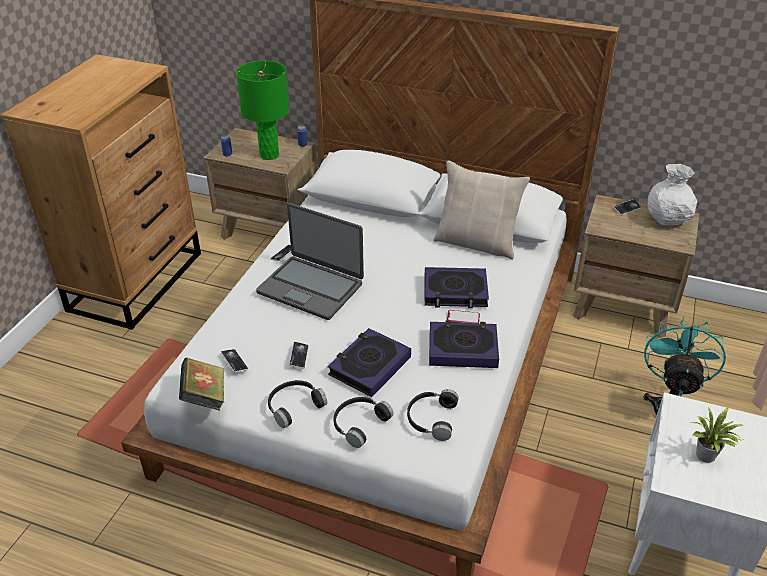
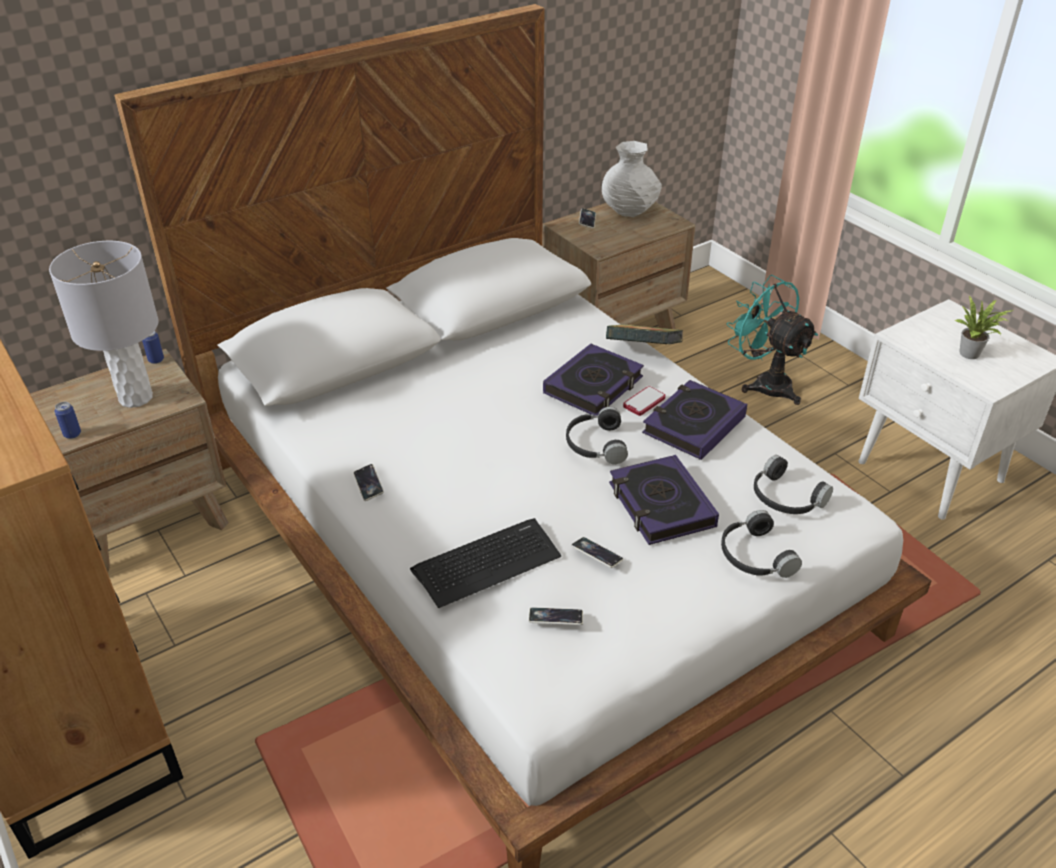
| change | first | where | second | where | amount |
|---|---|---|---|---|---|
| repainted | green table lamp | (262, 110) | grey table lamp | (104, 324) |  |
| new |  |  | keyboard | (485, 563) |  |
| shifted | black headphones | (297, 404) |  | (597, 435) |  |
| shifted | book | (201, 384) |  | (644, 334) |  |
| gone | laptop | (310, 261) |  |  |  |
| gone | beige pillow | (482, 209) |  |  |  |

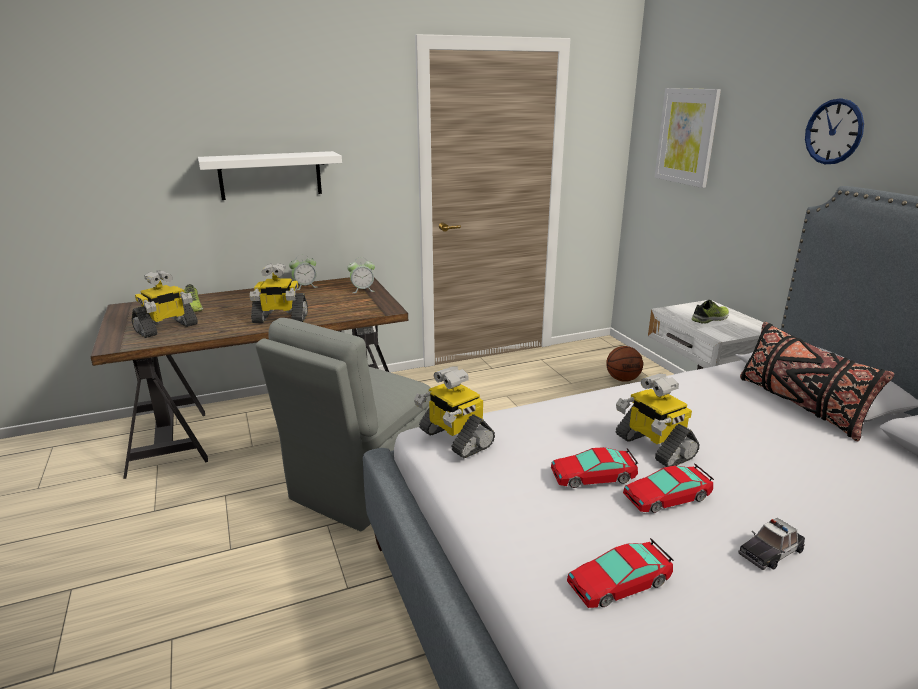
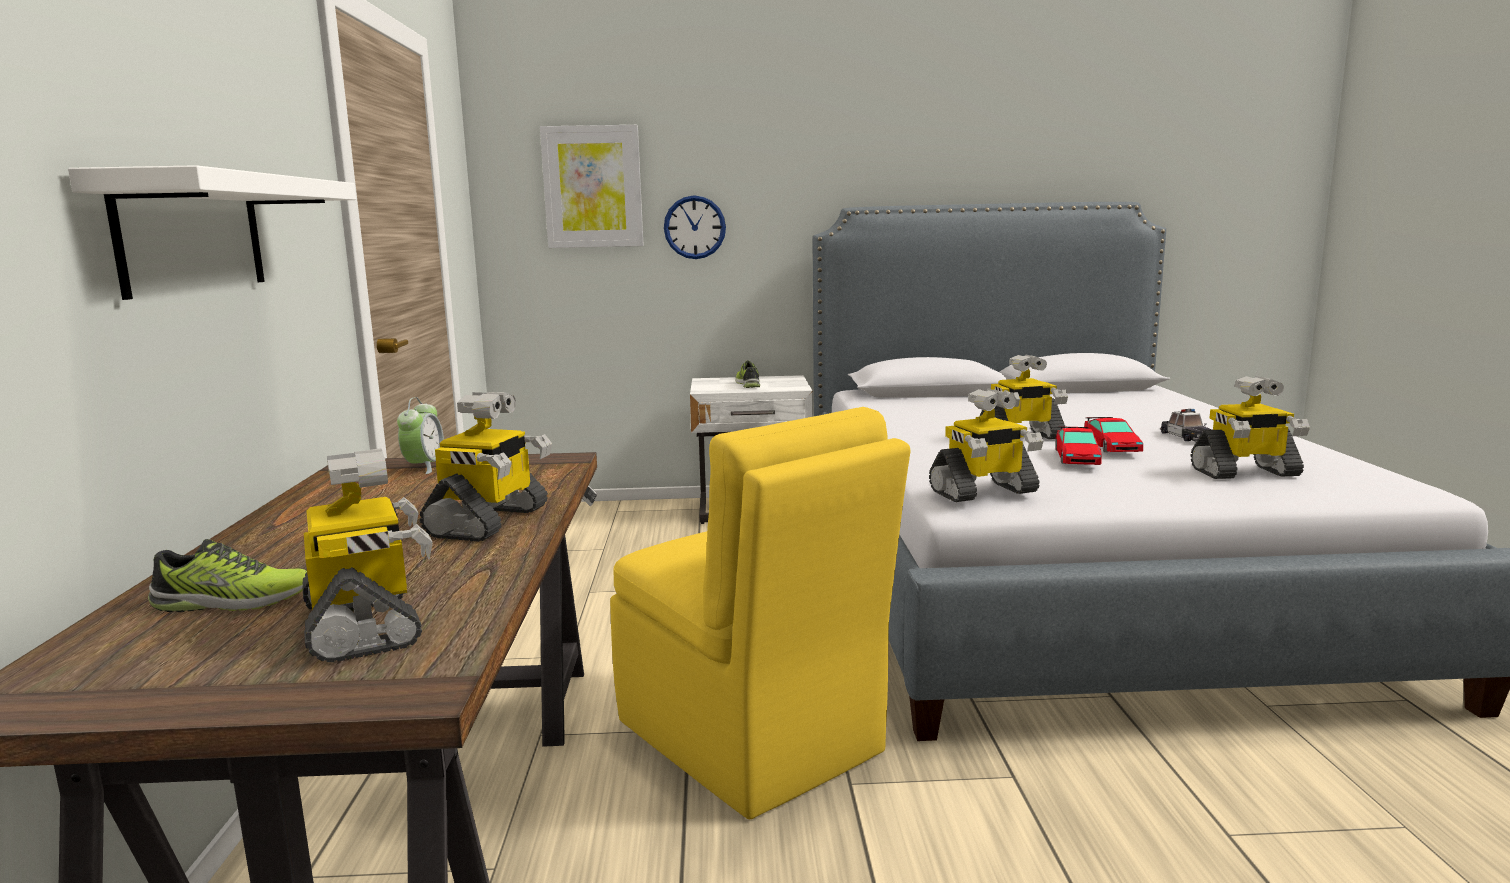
| change | first | where | second | where | amount |
|---|---|---|---|---|---|
| repainted | grey chair | (342, 424) | yellow chair | (760, 613) |  |
| shifted | wall clock | (834, 131) |  | (695, 227) |  |
| swapped | toy car | (620, 573) | toy robot | (1250, 427) |  |
| gone | alarm clock | (302, 272) |  |  |  |
| gone | basketball | (624, 364) |  |  |  |
| gone | black pillow | (817, 381) |  |  |  |

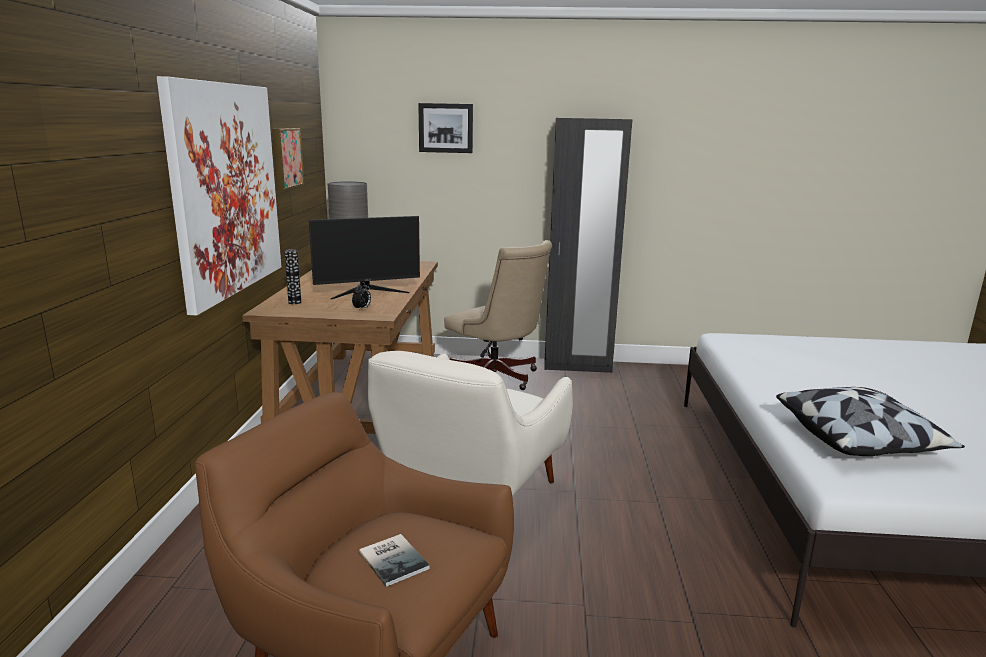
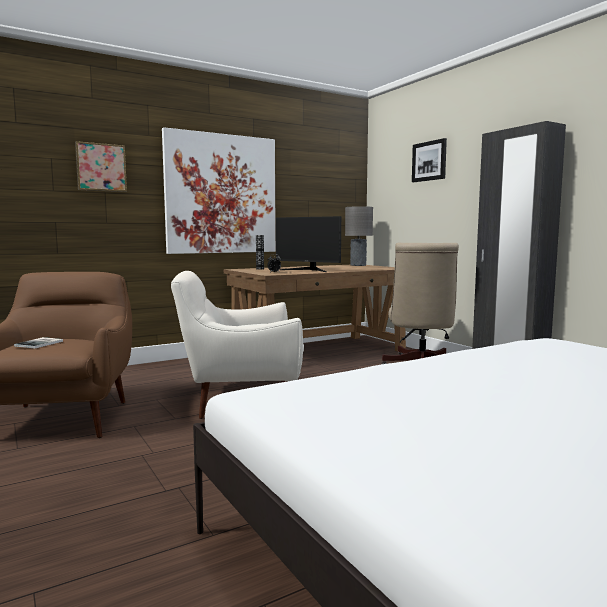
| change | first | where | second | where | amount |
|---|---|---|---|---|---|
| shifted | picture | (288, 159) |  | (101, 166) |  |
| gone | pillow | (870, 421) |  |  |  |

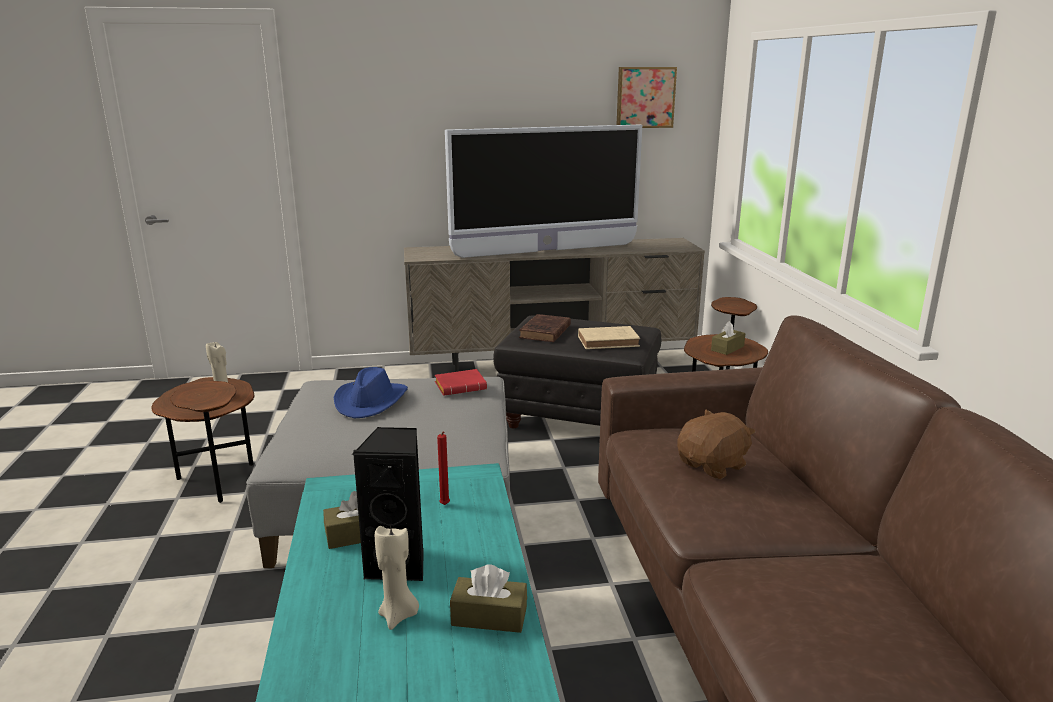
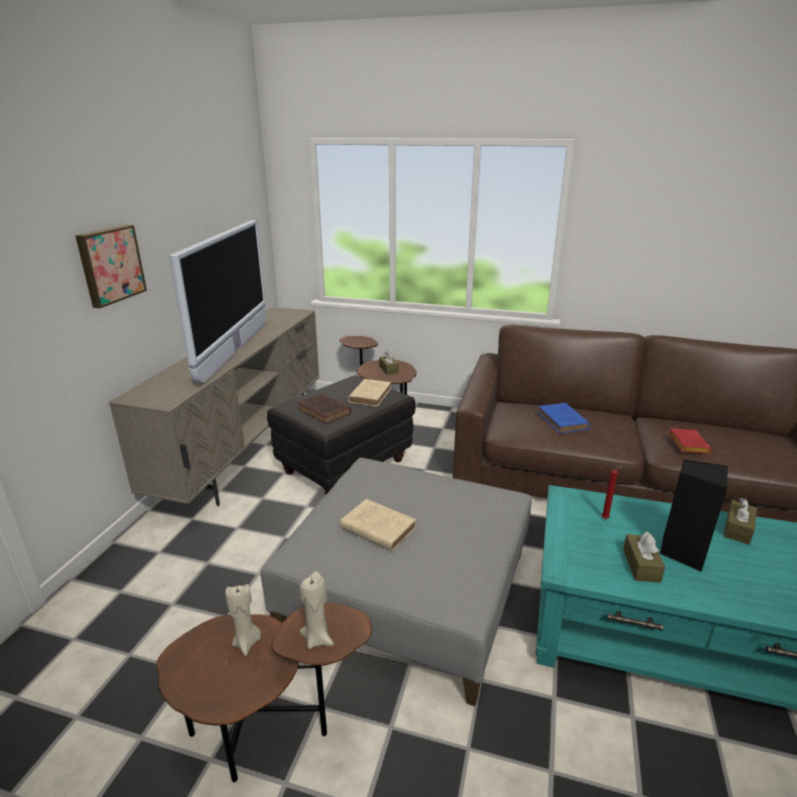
| change | first | where | second | where | amount |
|---|---|---|---|---|---|
| shifted | picture | (647, 97) |  | (111, 266) |  |
| shifted | beige candle | (397, 578) |  | (317, 610) |  |
| swapped | blue hat | (371, 392) | beige book | (378, 525) |  |
| swapped | brown plush toy | (716, 445) | blue book | (564, 418) |  |
| shifted | red book | (461, 382) |  | (690, 441) |  |

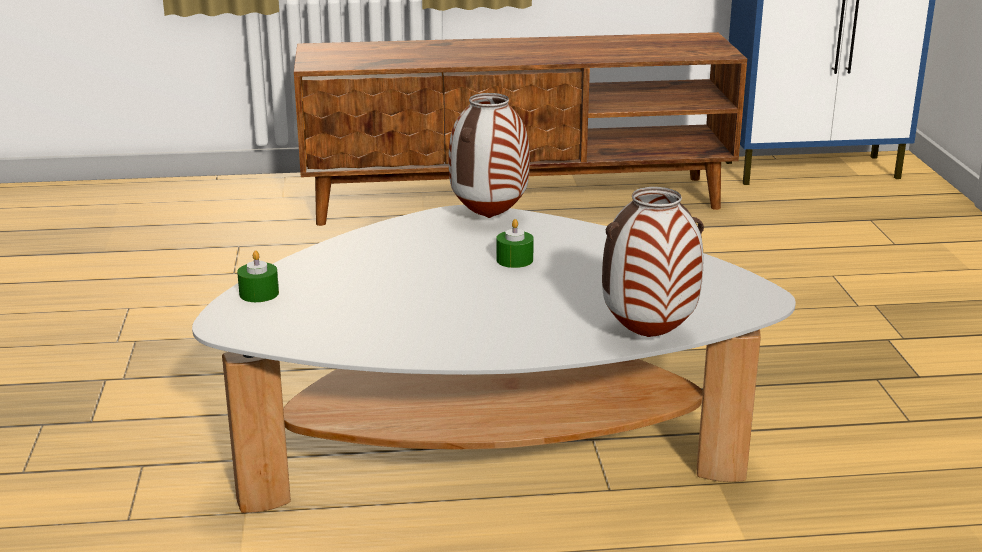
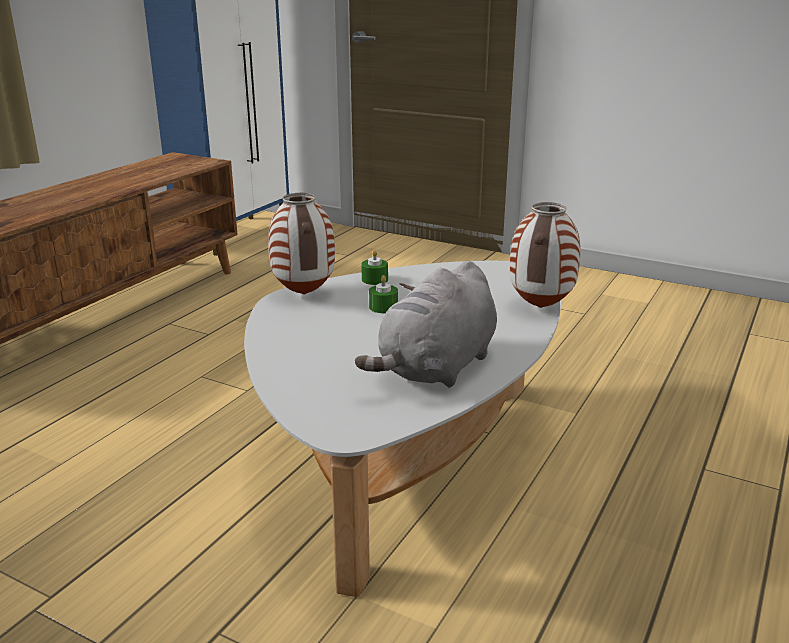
| change | first | where | second | where | amount |
|---|---|---|---|---|---|
| new |  |  | grey plush toy | (426, 324) |  |
| shifted | green candle | (258, 276) |  | (374, 267) |  |

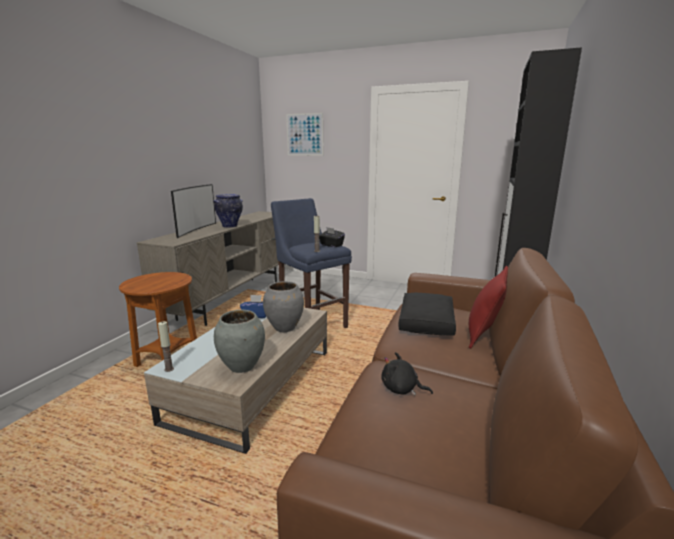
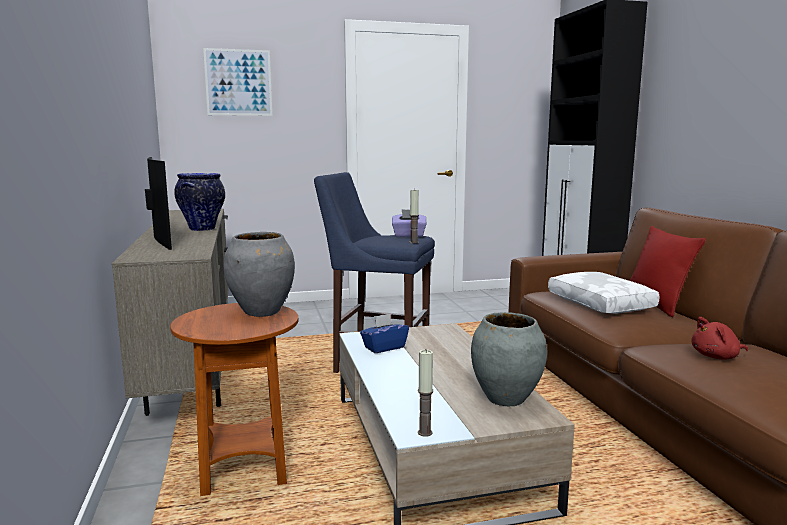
| change | first | where | second | where | amount |
|---|---|---|---|---|---|
| shifted | grey vase | (283, 306) |  | (259, 274) |  |
| repainted | black tissue box | (332, 237) | purple tissue box | (409, 223) |  |
| repainted | black pillow | (427, 314) | white pillow | (604, 293) |  |
| repainted | black plush toy | (407, 374) | red plush toy | (720, 338) |  |

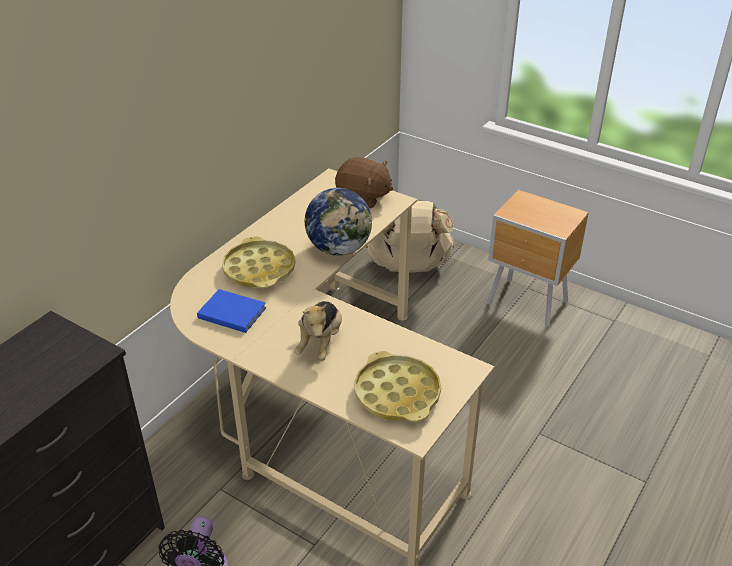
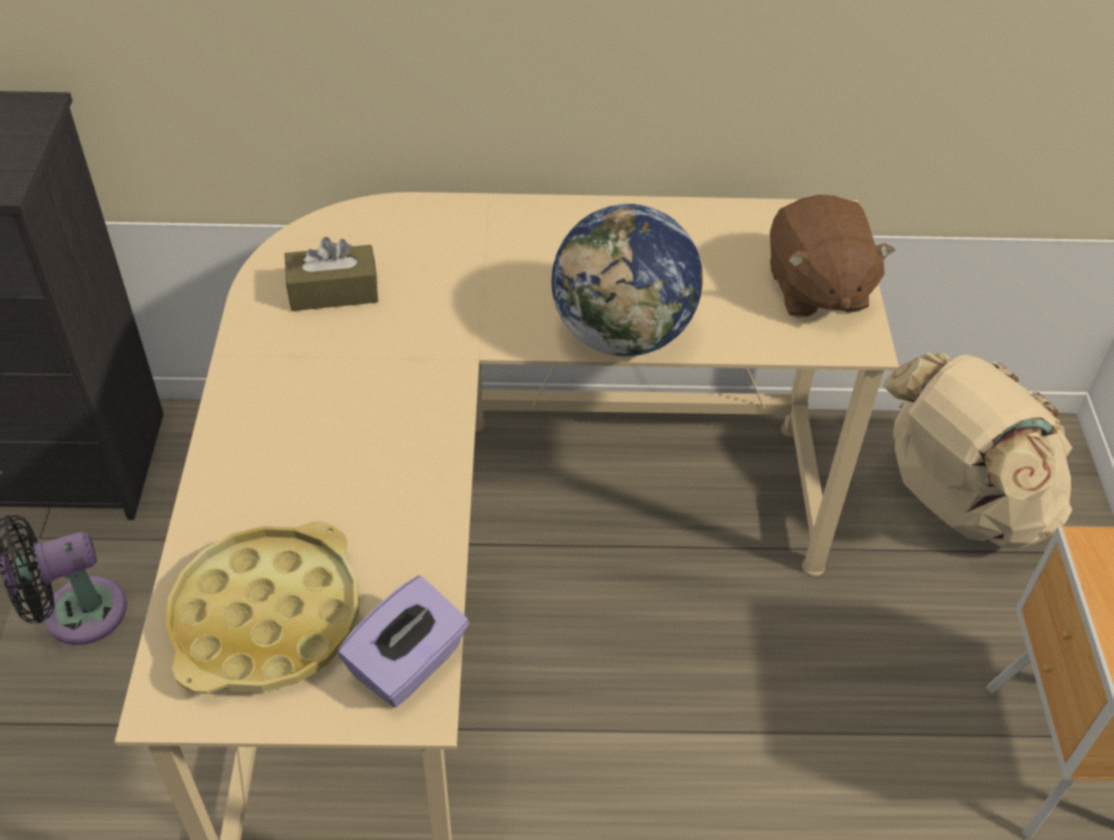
| change | first | where | second | where | amount |
|---|---|---|---|---|---|
| swapped | blue book | (231, 311) | brown tissue box | (331, 274) |  |
| new |  |  | purple tissue box | (403, 641) |  |
| gone | yellow tray | (258, 262) |  |  |  |
| gone | plush toy | (318, 331) |  |  |  |

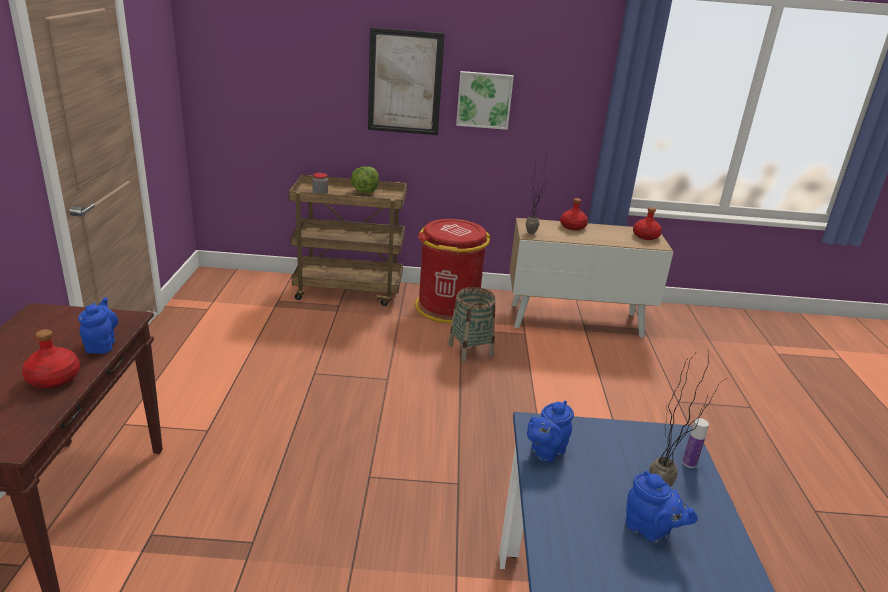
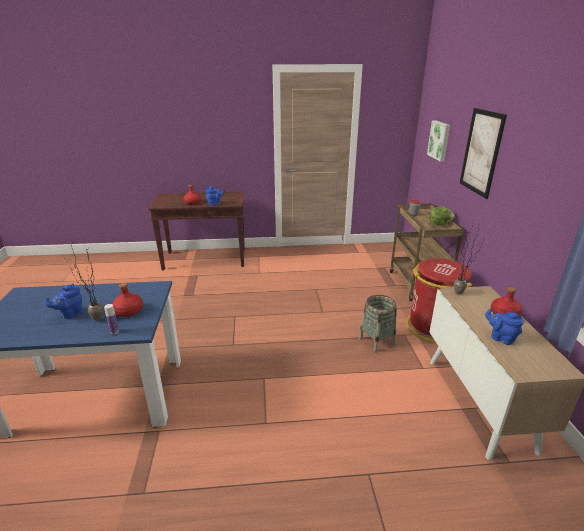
| change | first | where | second | where | amount |
|---|---|---|---|---|---|
| shifted | red bottle | (647, 223) |  | (127, 300) |  |
| shifted | picture | (485, 100) |  | (438, 141) |  |
| shifted | blue teapot | (550, 431) |  | (504, 326) |  |

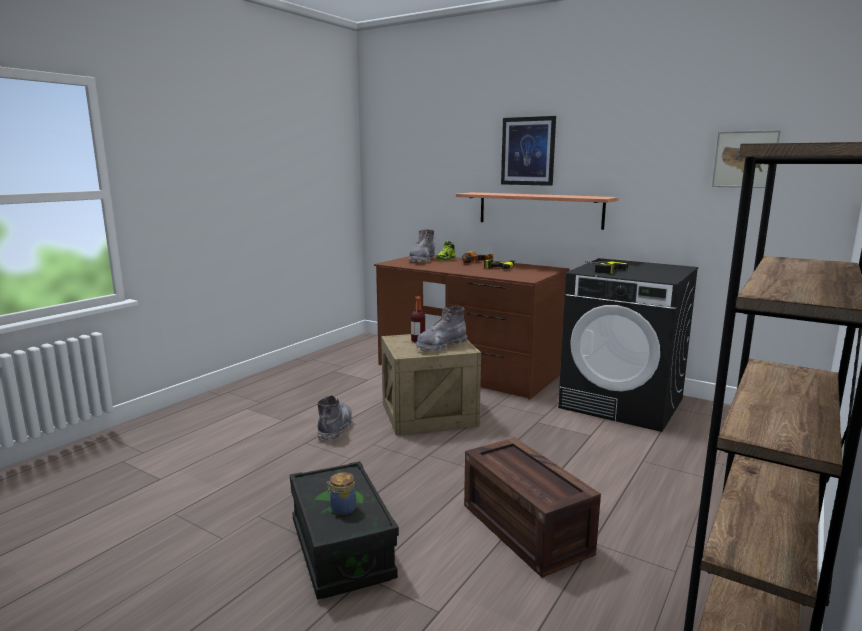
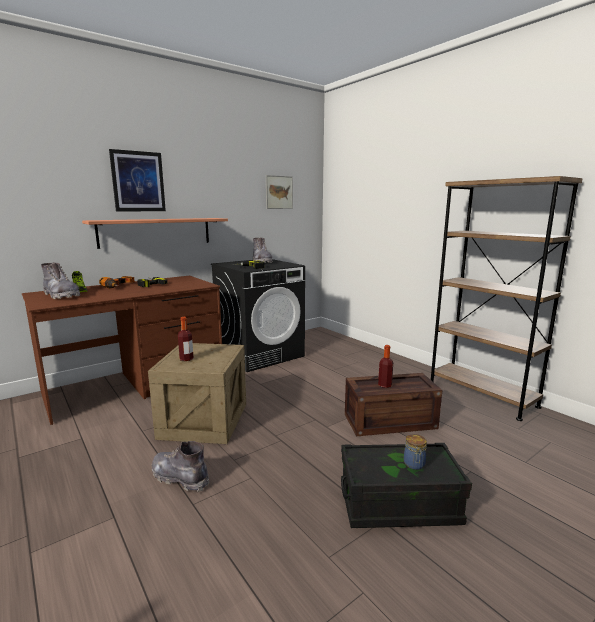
| change | first | where | second | where | amount |
|---|---|---|---|---|---|
| shifted | grey boot | (441, 329) |  | (262, 250) |  |
| new |  |  | bottle | (385, 366) |  |

